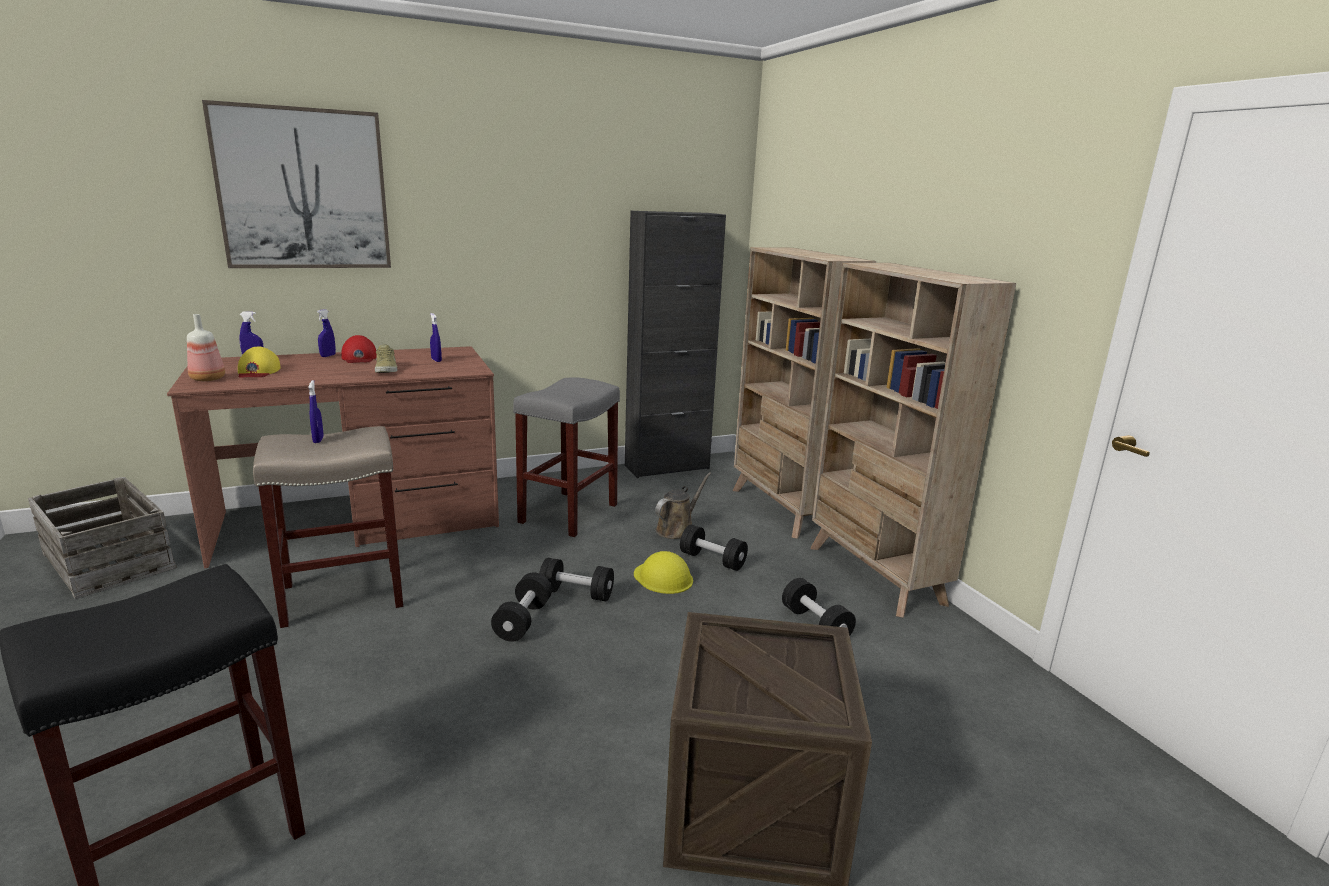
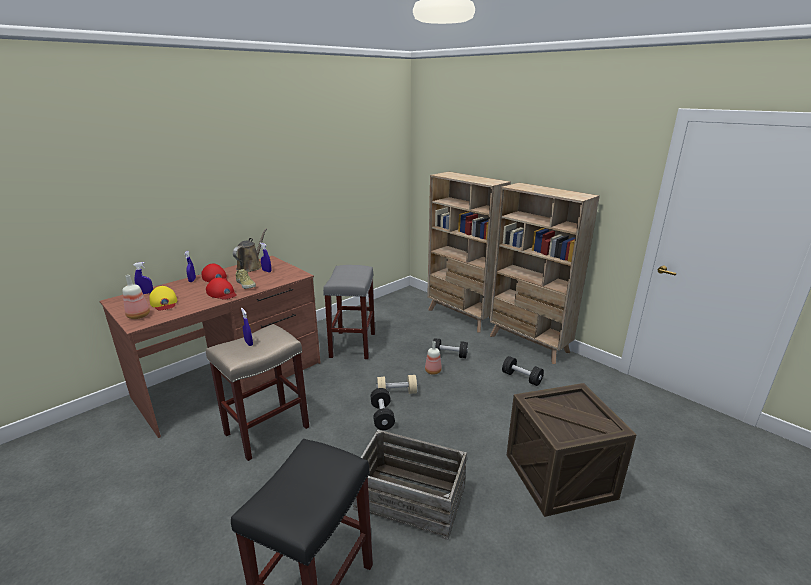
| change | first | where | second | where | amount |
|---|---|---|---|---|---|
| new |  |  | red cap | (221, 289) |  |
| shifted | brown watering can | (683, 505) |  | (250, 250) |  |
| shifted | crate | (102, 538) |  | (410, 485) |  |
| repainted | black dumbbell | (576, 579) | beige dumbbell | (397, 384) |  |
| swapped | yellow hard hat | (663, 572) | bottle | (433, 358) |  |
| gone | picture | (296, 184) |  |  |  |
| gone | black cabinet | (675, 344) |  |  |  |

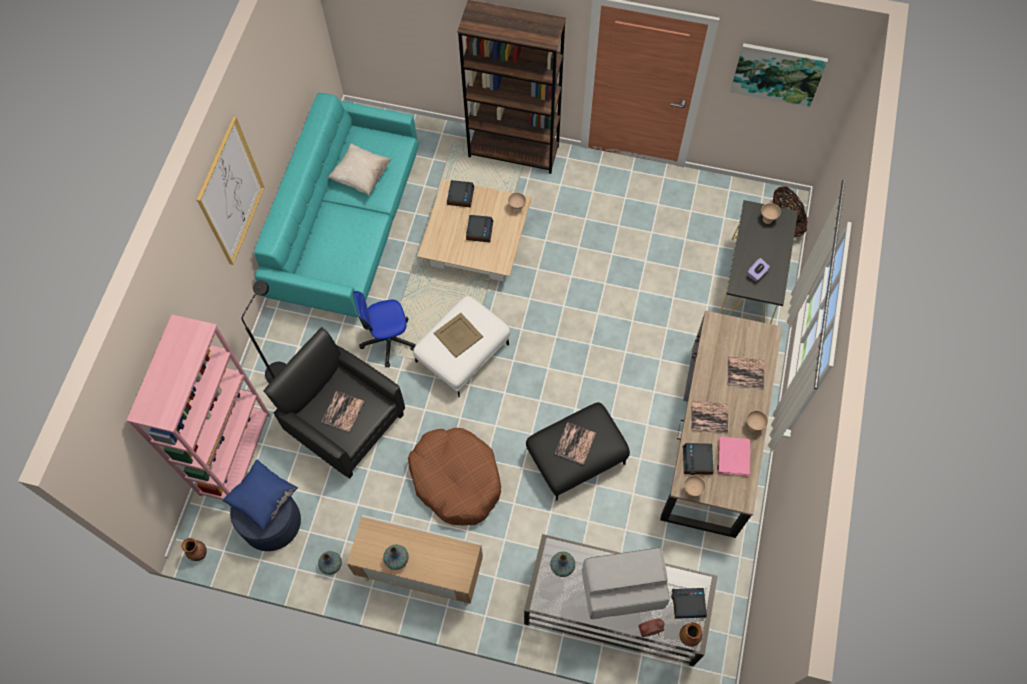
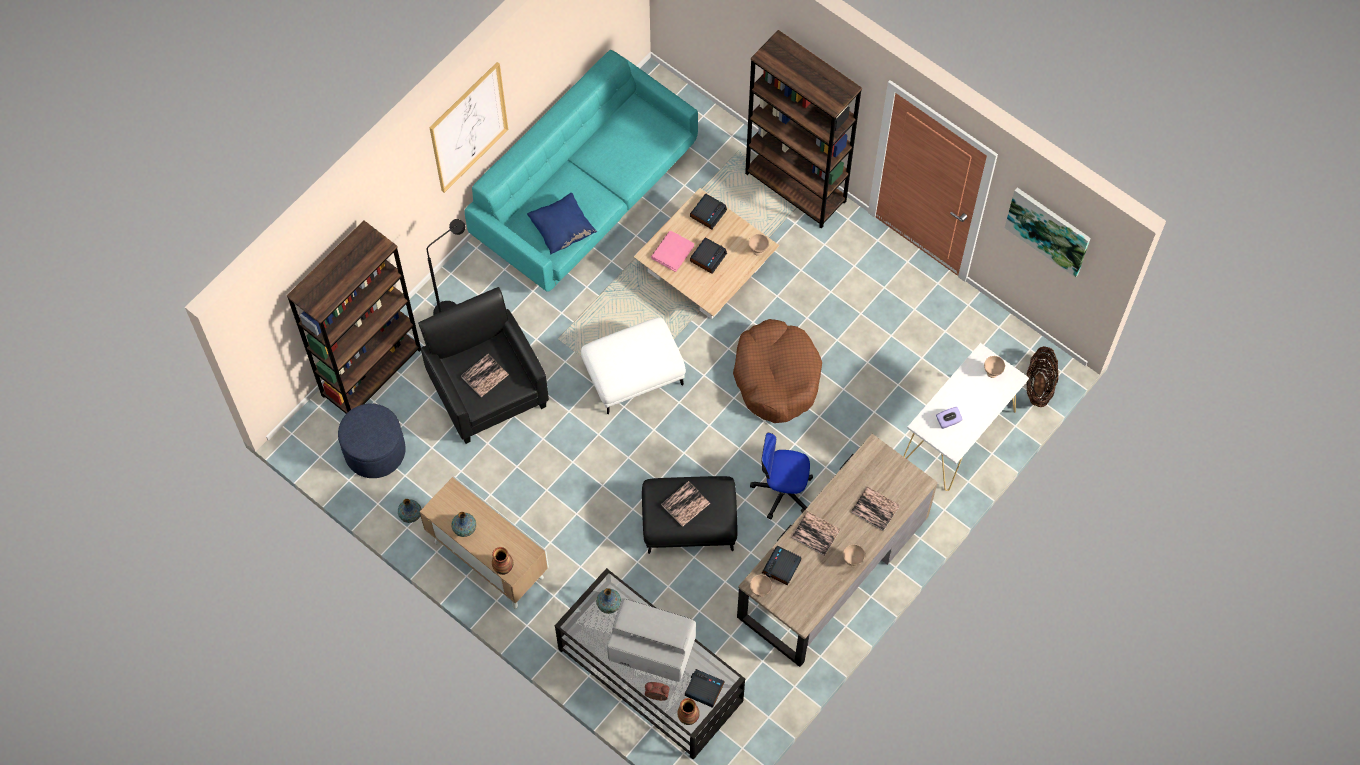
| change | first | where | second | where | amount |
|---|---|---|---|---|---|
| repainted | pink bookcase | (198, 407) | brown bookcase | (354, 317) |  |
| shifted | vase | (194, 549) |  | (503, 561) |  |
| shifted | blue pillow | (260, 495) |  | (562, 224) |  |
| shifted | pink book | (733, 456) |  | (672, 251) |  |
| shifted | brown dog bed | (454, 477) |  | (777, 371) |  |
| shifted | office chair | (384, 329) |  | (781, 476) |  |
| repainted | black console table | (759, 262) | white console table | (966, 417) |  |
| gone | beige pillow | (360, 169) |  |  |  |
| gone | beige tray | (458, 335) |  |  |  |

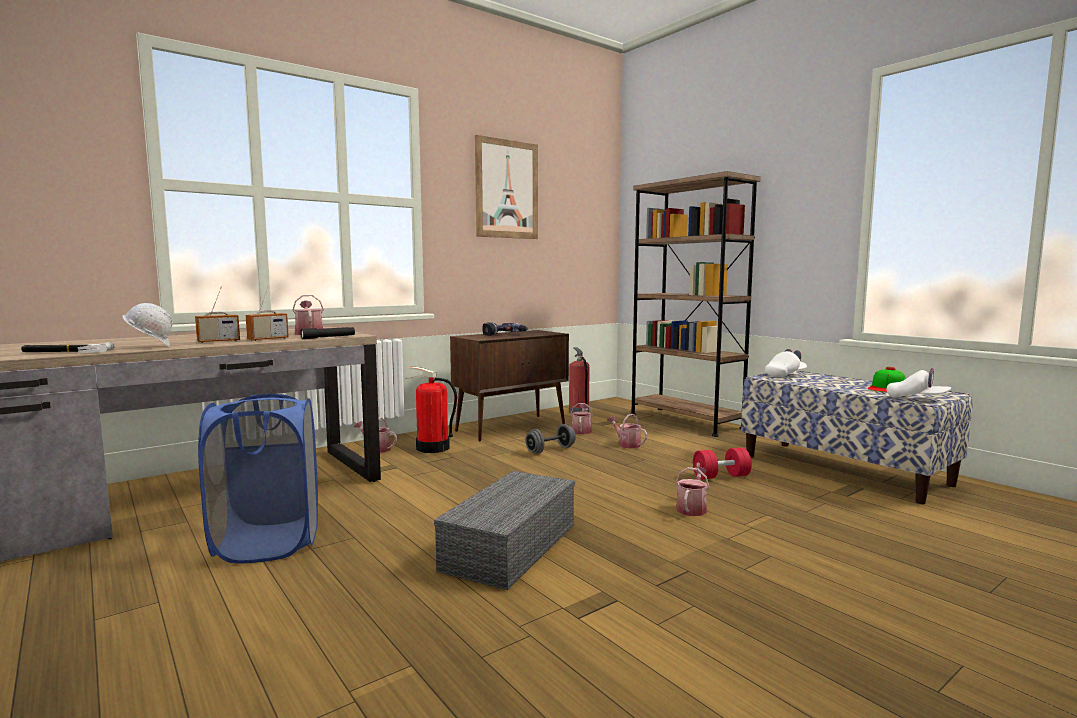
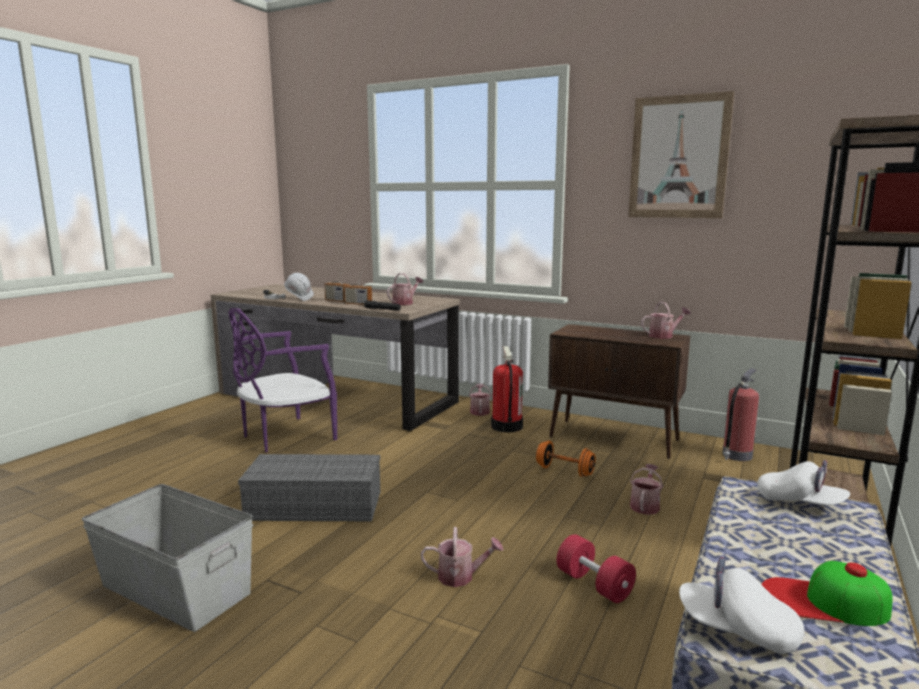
| change | first | where | second | where | amount |
|---|---|---|---|---|---|
| new |  |  | grey storage box | (167, 558) |  |
| swapped | blue laundry basket | (258, 478) | purple chair | (282, 380) |  |
| repainted | grey dumbbell | (550, 439) | orange dumbbell | (565, 459) |  |
| shifted | watering can | (582, 418) |  | (666, 320) |  |
| rotated | white cap | (919, 383) |  | (741, 605) | 105 degrees clockwise |
| gone | power drill | (505, 329) |  |  |  |

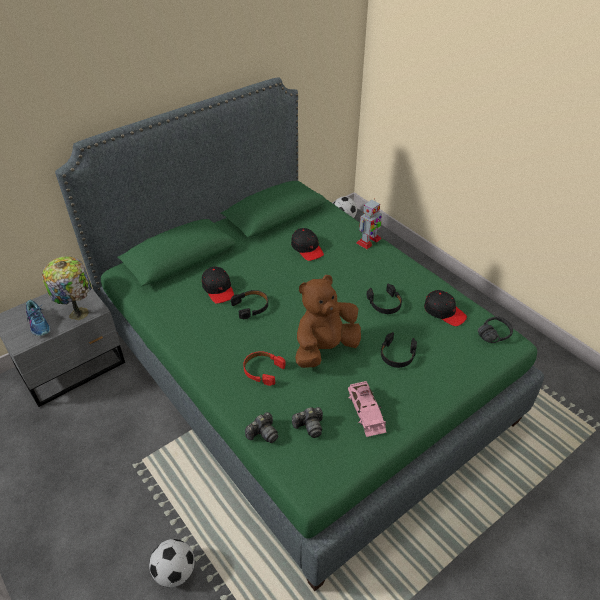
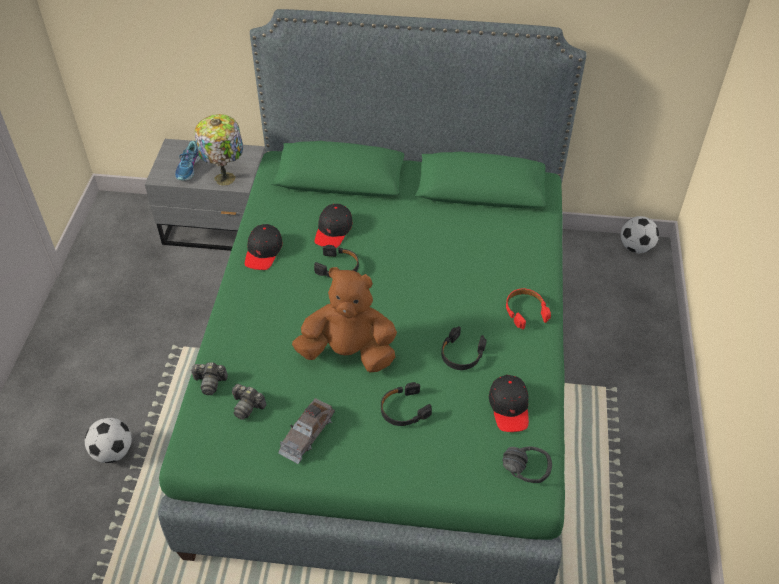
| change | first | where | second | where | amount |
|---|---|---|---|---|---|
| shifted | black cap | (307, 244) |  | (264, 247) |  |
| repainted | pink toy car | (367, 409) | grey toy car | (306, 431) |  |
| shifted | red headphones | (264, 368) |  | (528, 308) |  |
| gone | toy robot | (369, 223) |  |  |  |

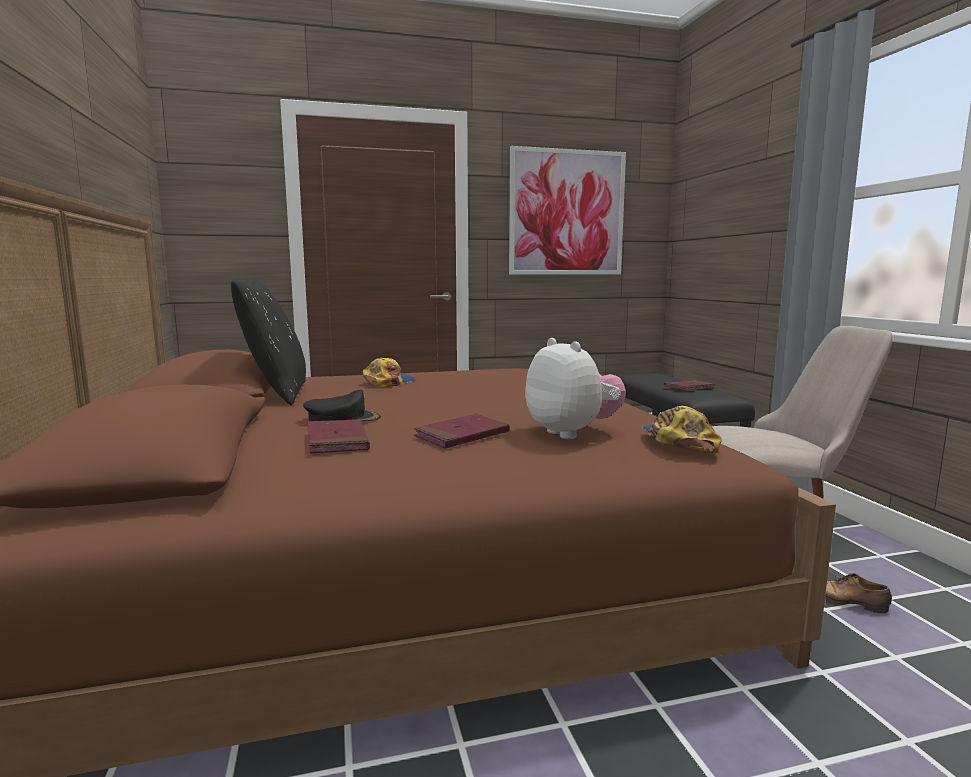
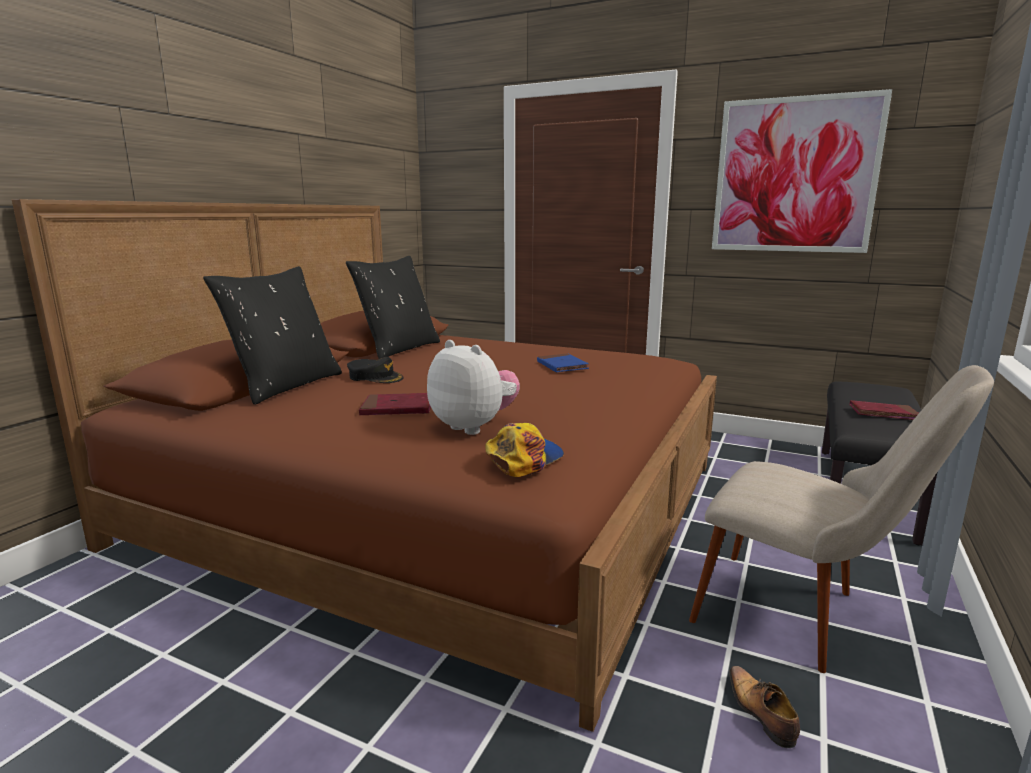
| change | first | where | second | where | amount |
|---|---|---|---|---|---|
| new |  |  | black pillow | (272, 335) |  |
| rotated | plush toy | (575, 388) |  | (473, 387) | 60 degrees counterclockwise |
| new |  |  | blue book | (563, 362) |  |
| gone | red book | (339, 436) |  |  |  |
| gone | cap | (389, 372) |  |  |  |

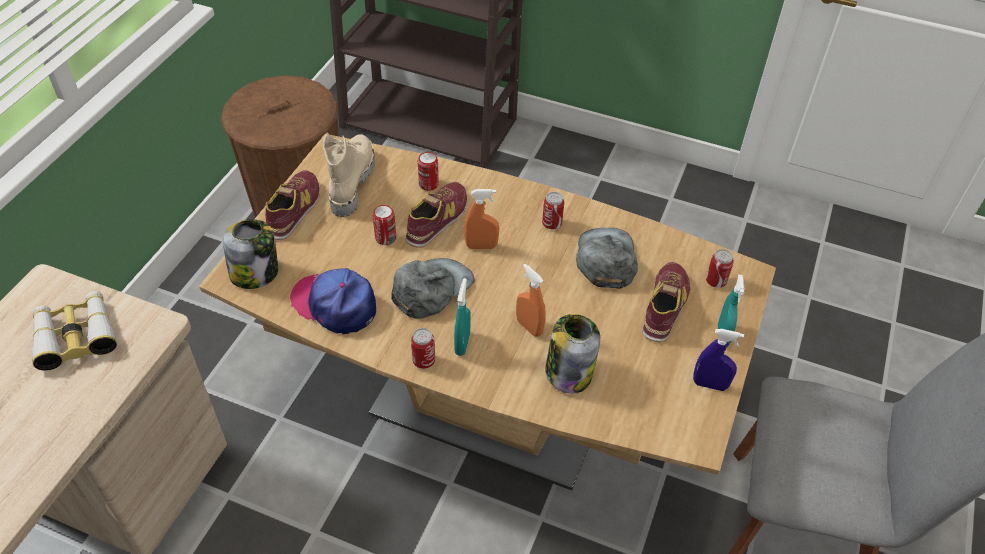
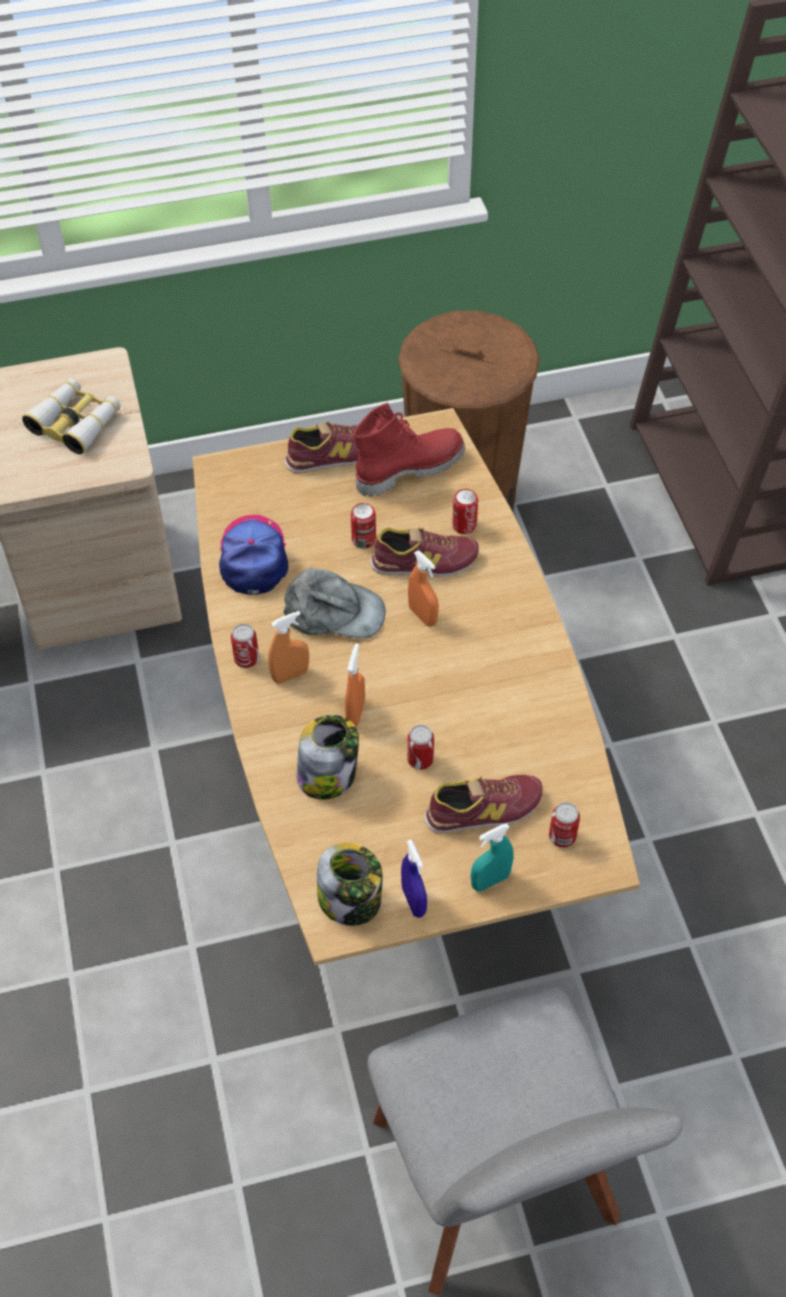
| change | first | where | second | where | amount |
|---|---|---|---|---|---|
| repainted | turquoise spray bottle | (462, 317) | orange spray bottle | (288, 647) |  |
| shifted | jar | (250, 254) |  | (350, 884) |  |
| repainted | beige boot | (349, 175) | red boot | (409, 450) |  |
| shifted | can | (553, 210) |  | (420, 747) |  |
| gone | grey cap | (607, 258) |  |  |  |

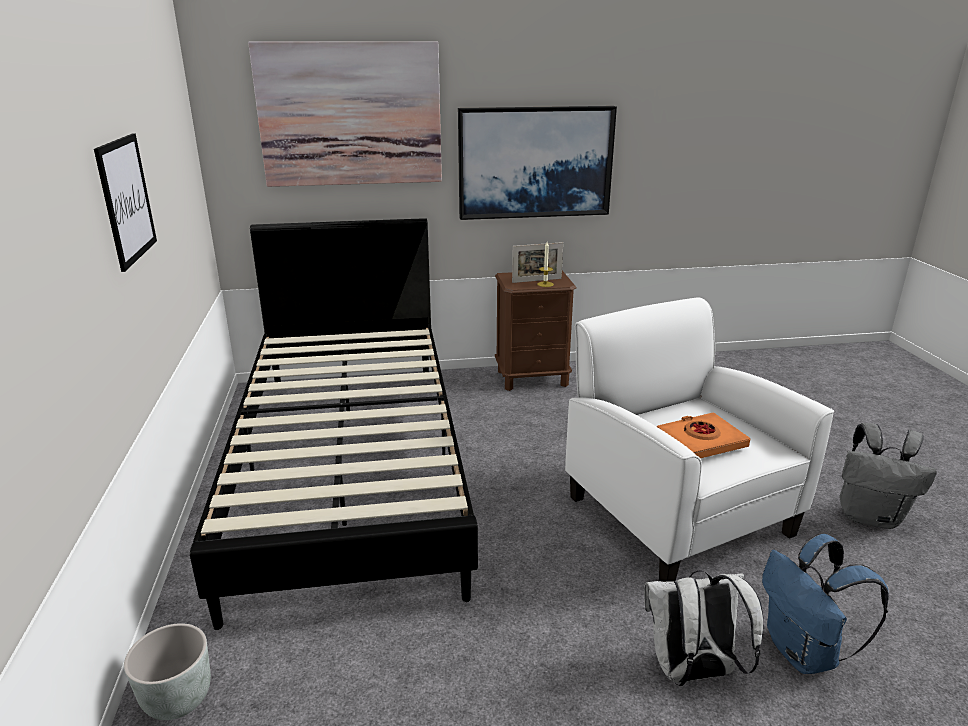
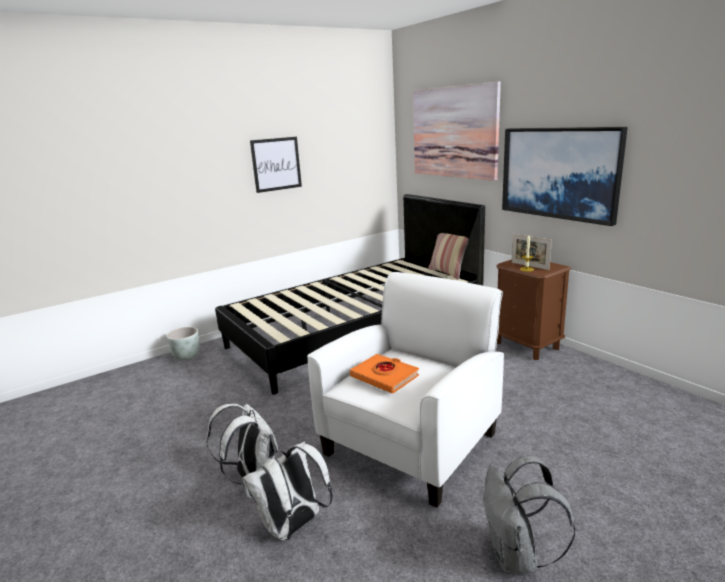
| change | first | where | second | where | amount |
|---|---|---|---|---|---|
| repainted | blue backpack | (825, 604) | white backpack | (287, 490) |  |
| new |  |  | pillow | (448, 256) |  |

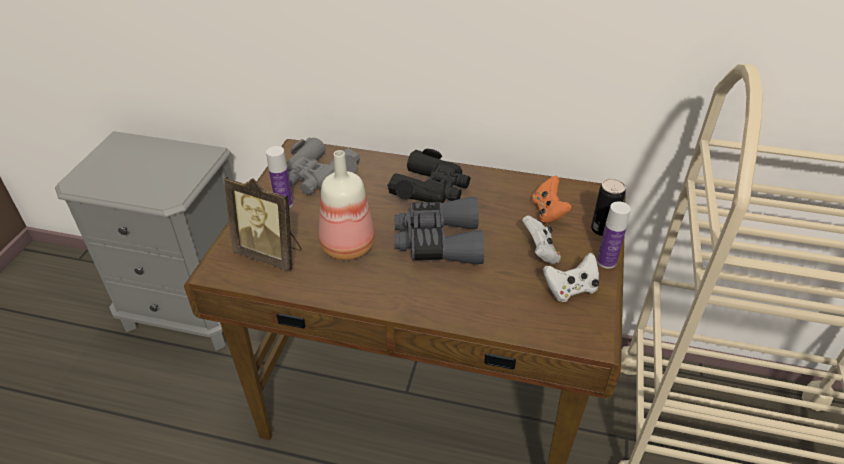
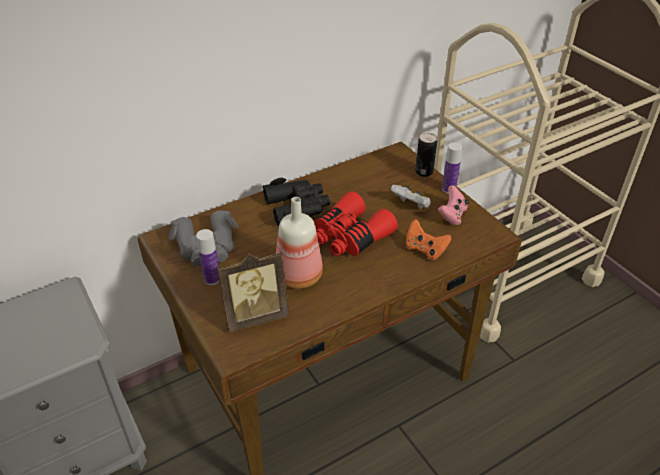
| change | first | where | second | where | amount |
|---|---|---|---|---|---|
| repainted | grey binoculars | (439, 230) | red binoculars | (356, 223) |  |
| shifted | orange game controller | (552, 199) |  | (429, 239) |  |
| repainted | white game controller | (571, 277) | pink game controller | (453, 205) |  |

